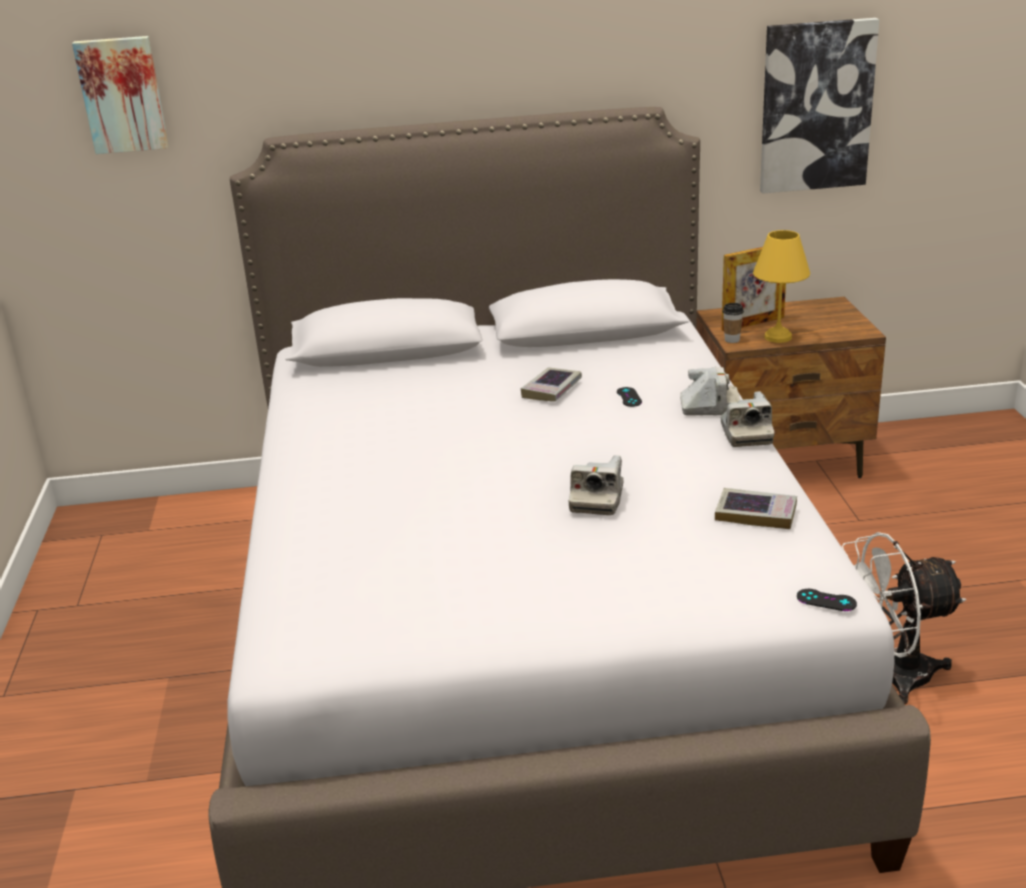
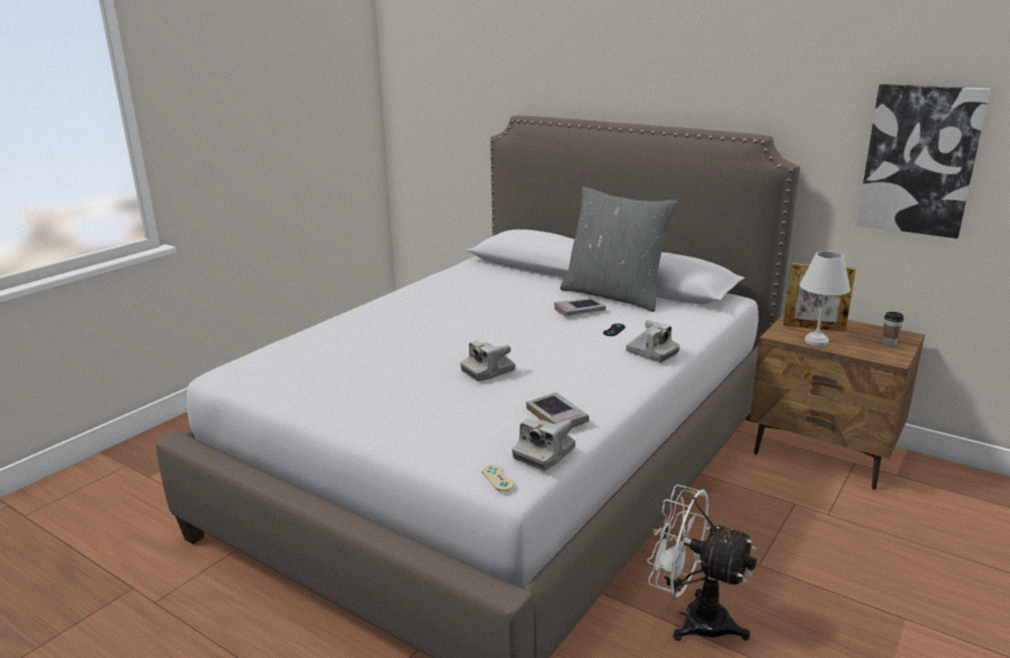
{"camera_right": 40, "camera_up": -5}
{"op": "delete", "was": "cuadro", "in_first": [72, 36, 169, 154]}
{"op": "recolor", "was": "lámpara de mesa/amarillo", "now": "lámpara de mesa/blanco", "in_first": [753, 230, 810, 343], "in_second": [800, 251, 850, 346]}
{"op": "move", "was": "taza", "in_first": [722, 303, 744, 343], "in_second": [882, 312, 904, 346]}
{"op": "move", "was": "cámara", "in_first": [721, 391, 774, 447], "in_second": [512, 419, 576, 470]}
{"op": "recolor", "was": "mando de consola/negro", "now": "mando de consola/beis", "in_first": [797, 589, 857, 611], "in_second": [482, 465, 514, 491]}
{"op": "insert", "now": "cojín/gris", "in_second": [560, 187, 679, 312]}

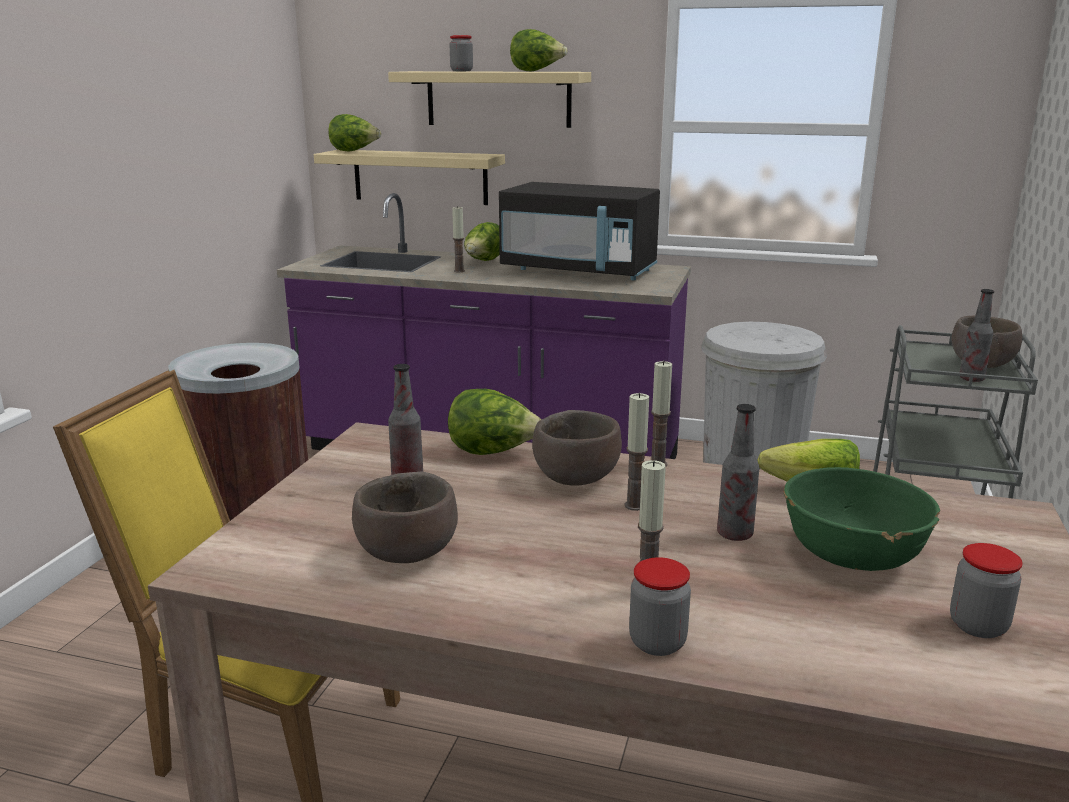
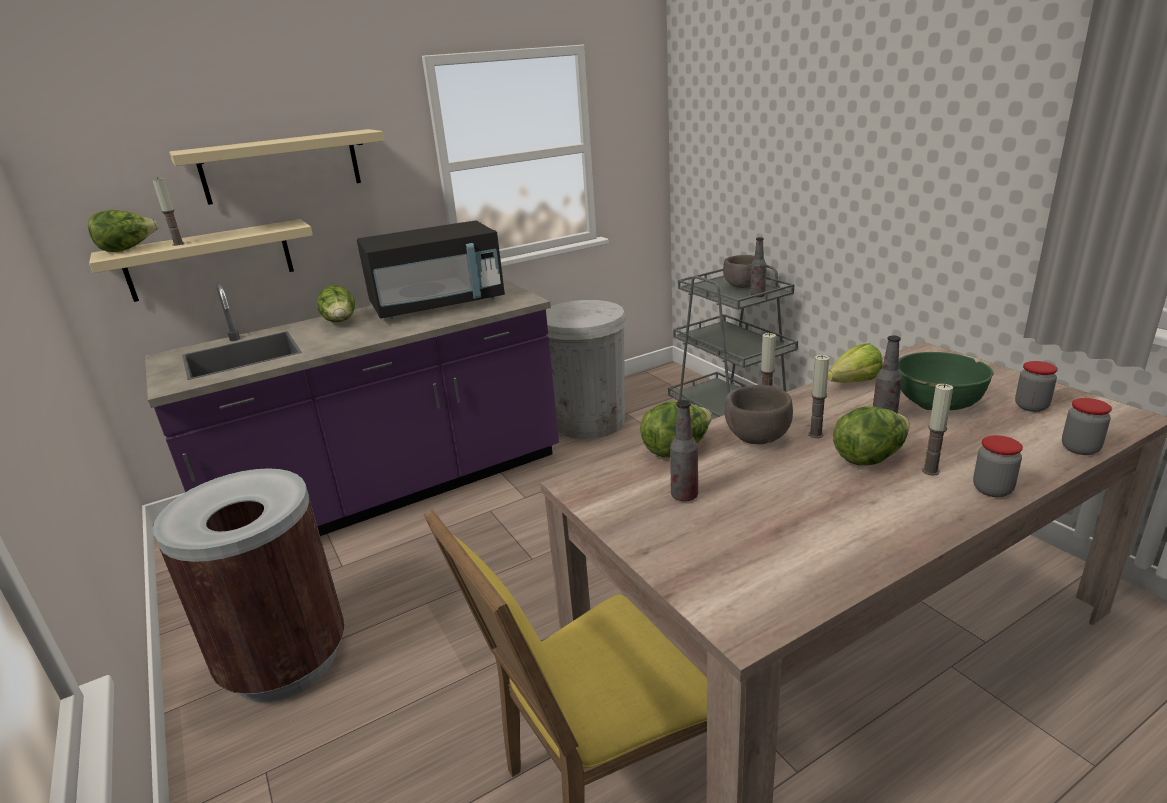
{"camera_right": -45, "camera_up": 5}
{"op": "move", "was": "lechuga", "in_first": [510, 29, 567, 71], "in_second": [833, 406, 910, 466]}
{"op": "move", "was": "tarro", "in_first": [450, 35, 473, 71], "in_second": [1062, 398, 1112, 455]}
{"op": "move", "was": "vela", "in_first": [452, 206, 465, 272], "in_second": [152, 177, 185, 246]}
{"op": "delete", "was": "cuenco/marrón", "in_first": [352, 471, 458, 563]}

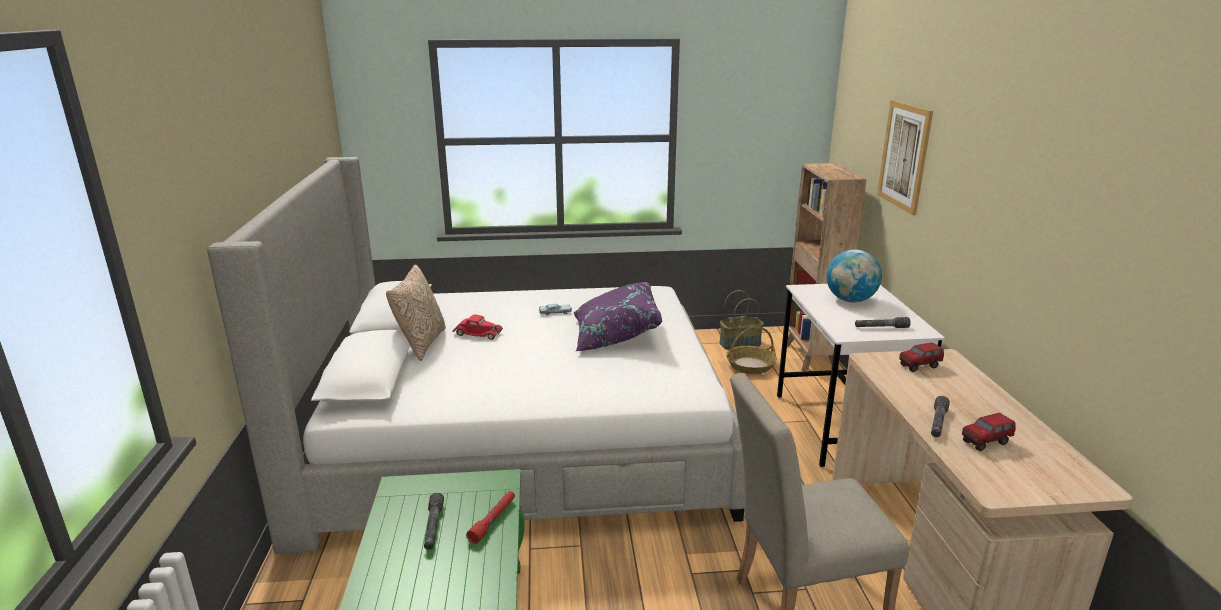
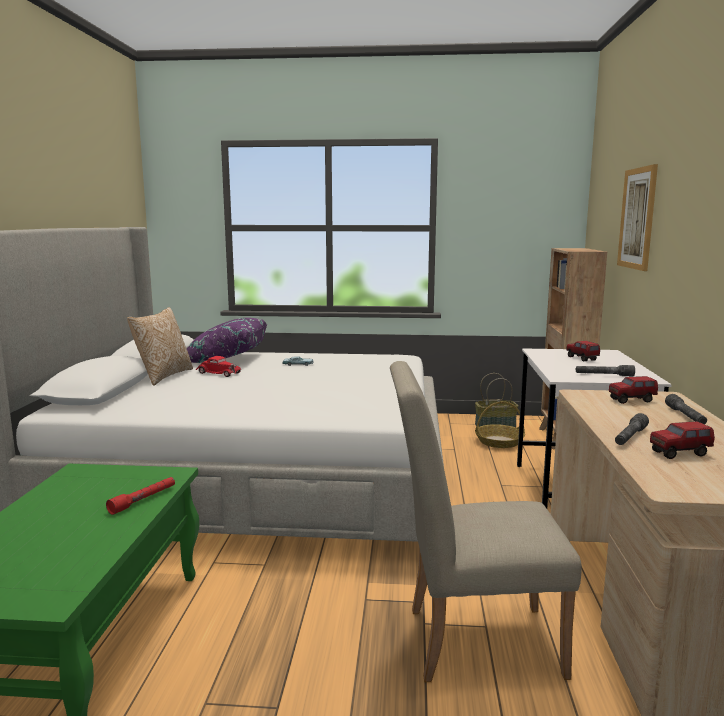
{"camera_right": 10, "camera_up": -10}
{"op": "replace", "was": "globo terráqueo", "now": "camión de juguete", "in_first": [826, 250, 882, 302], "in_second": [567, 341, 600, 361]}
{"op": "move", "was": "cojín/morado", "in_first": [574, 282, 662, 351], "in_second": [187, 318, 267, 363]}
{"op": "move", "was": "linterna/gris", "in_first": [424, 493, 444, 550], "in_second": [665, 394, 707, 424]}

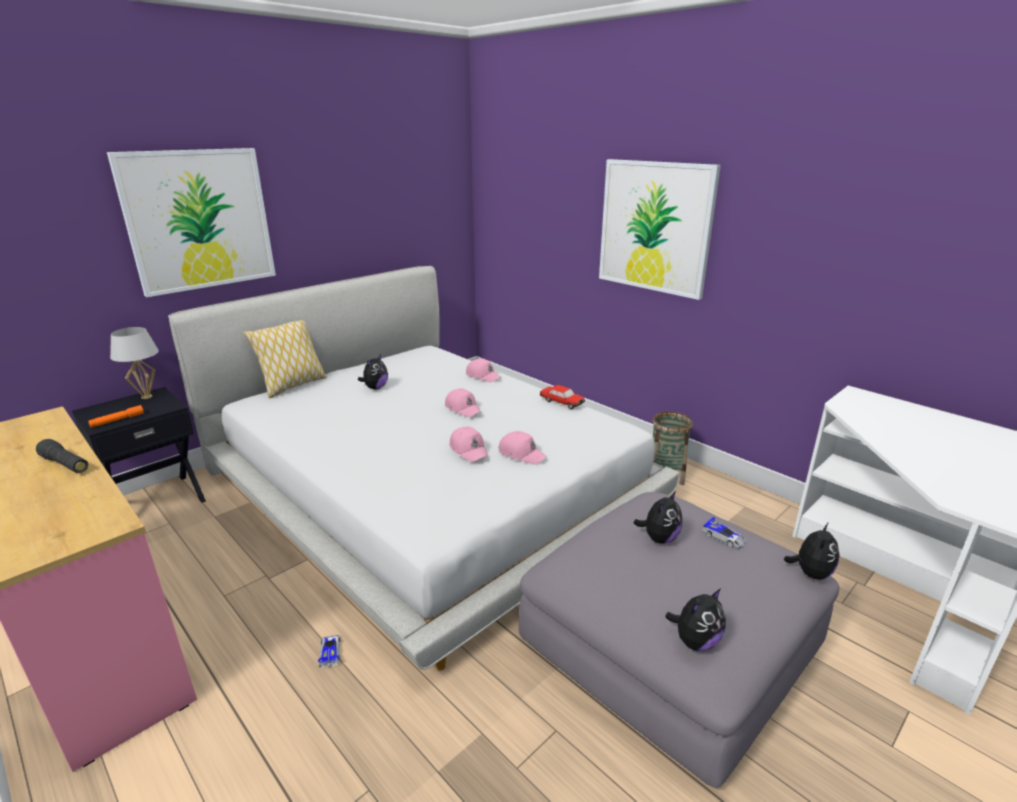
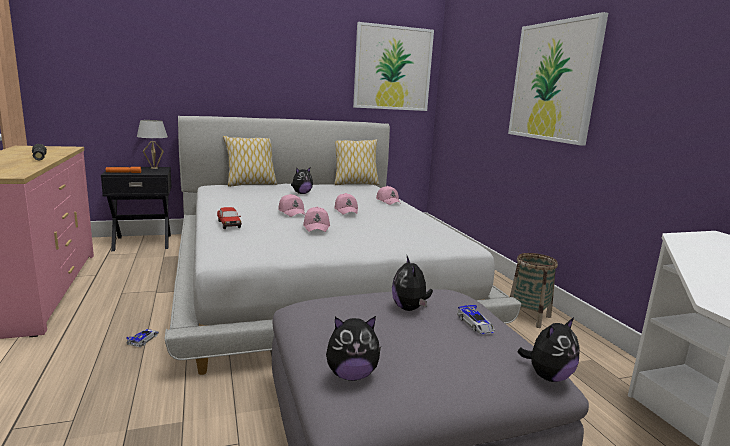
{"camera_right": 25, "camera_up": -10}
{"op": "move", "was": "cuadro", "in_first": [107, 148, 276, 297], "in_second": [353, 22, 434, 111]}
{"op": "move", "was": "coche de juguete", "in_first": [540, 385, 585, 410], "in_second": [217, 207, 242, 229]}
{"op": "move", "was": "gorra/rosa", "in_first": [498, 431, 547, 464], "in_second": [278, 194, 305, 217]}
{"op": "rotate", "was": "peluche", "in_first": [634, 491, 682, 544], "in_second": [392, 256, 433, 311], "clockwise": 105}
{"op": "insert", "now": "cojín", "in_second": [334, 139, 379, 185]}

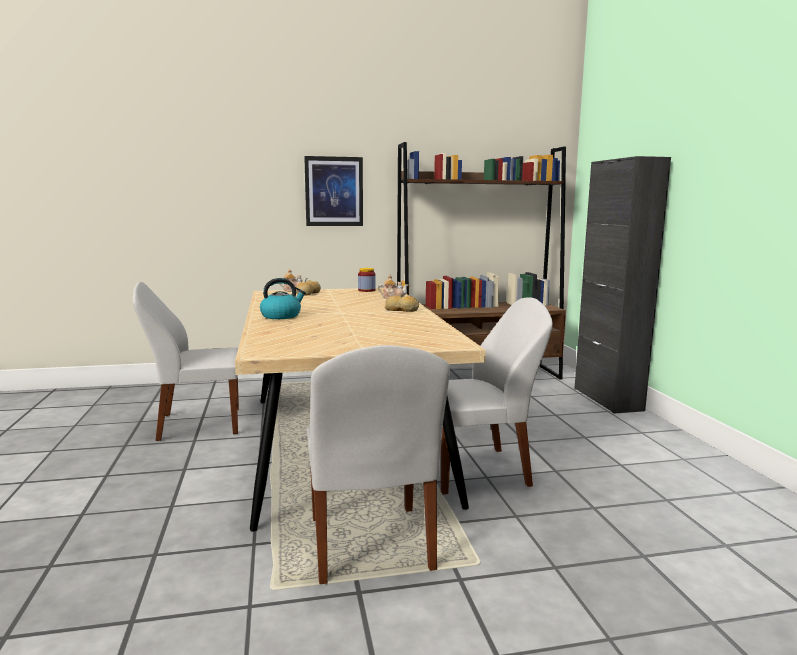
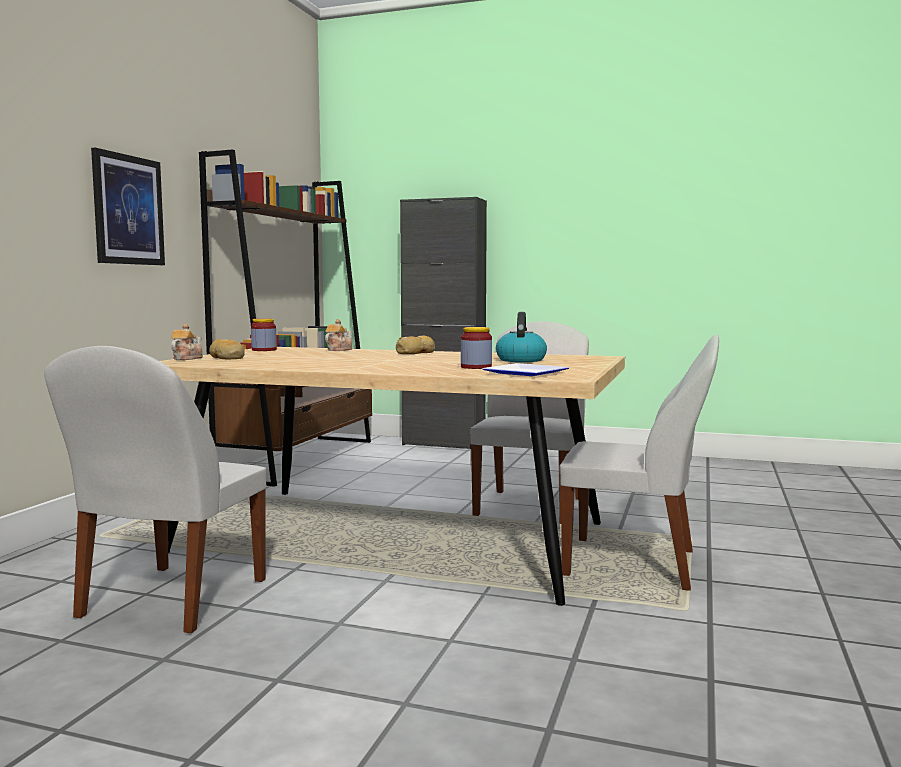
{"camera_right": -60, "camera_up": -5}
{"op": "move", "was": "hervidor", "in_first": [260, 278, 306, 319], "in_second": [496, 312, 547, 362]}
{"op": "insert", "now": "tarro", "in_second": [461, 327, 492, 369]}
{"op": "insert", "now": "plato", "in_second": [482, 363, 569, 376]}

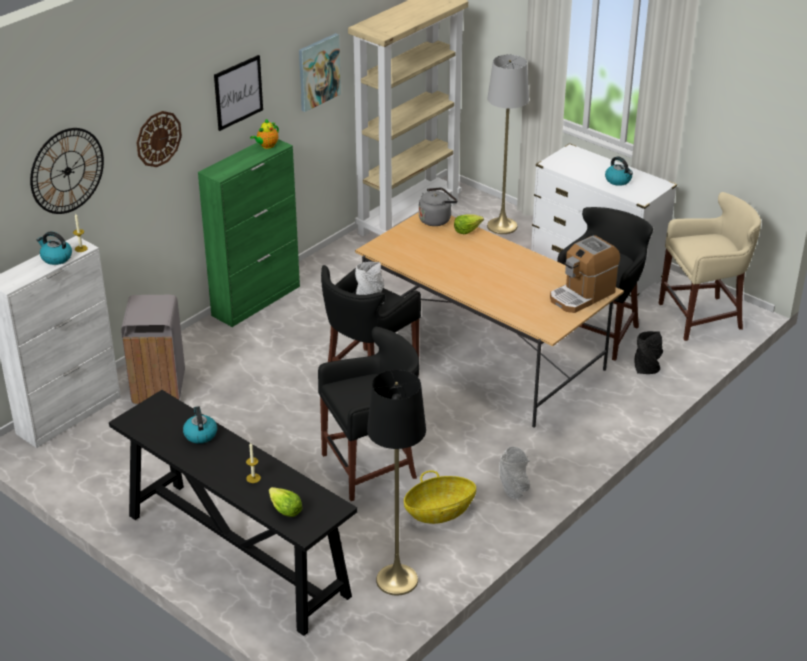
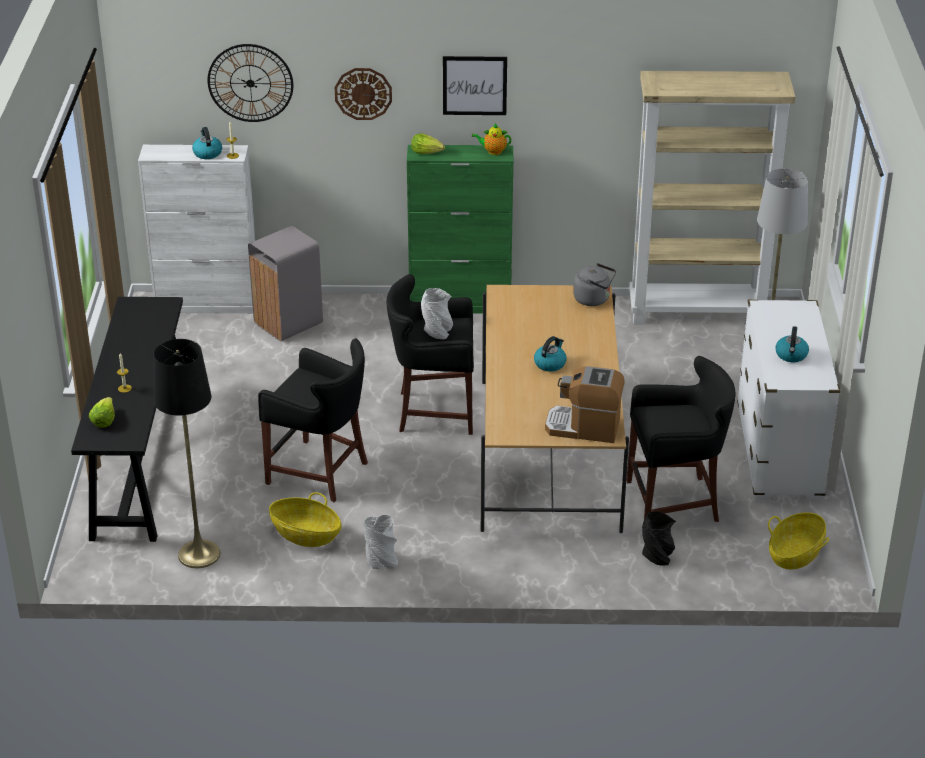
{"camera_right": 50, "camera_up": 0}
{"op": "delete", "was": "cuadro", "in_first": [299, 33, 341, 112]}
{"op": "replace", "was": "taburete/beis", "now": "cesta", "in_first": [659, 192, 761, 341], "in_second": [768, 512, 829, 569]}
{"op": "move", "was": "lechuga", "in_first": [454, 214, 484, 234], "in_second": [411, 133, 445, 154]}
{"op": "move", "was": "hervidor", "in_first": [183, 406, 217, 444], "in_second": [534, 336, 567, 372]}

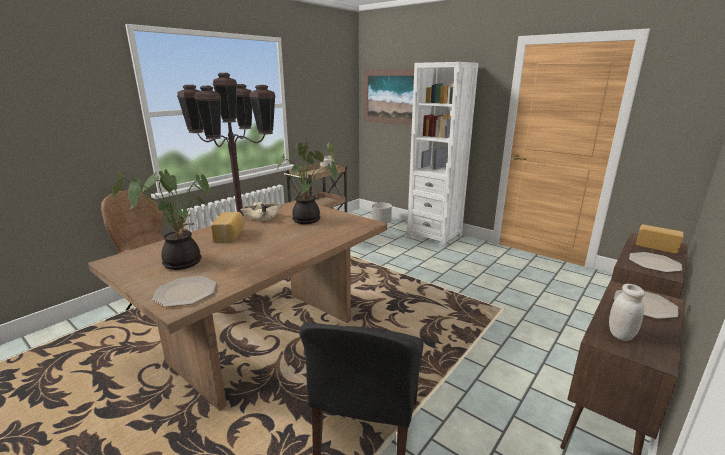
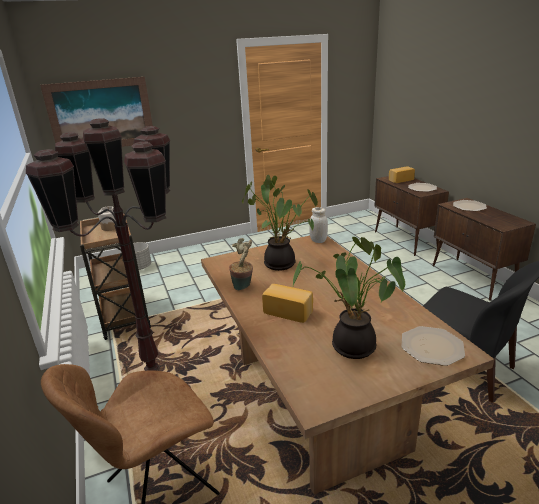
{"camera_right": -60, "camera_up": 5}
{"op": "delete", "was": "estantería/blanco", "in_first": [407, 62, 479, 247]}
{"op": "replace", "was": "cuenco/beis", "now": "planta en maceta", "in_first": [241, 201, 282, 221], "in_second": [229, 238, 253, 290]}
{"op": "move", "was": "tarro/blanco", "in_first": [609, 284, 645, 341], "in_second": [309, 207, 328, 243]}

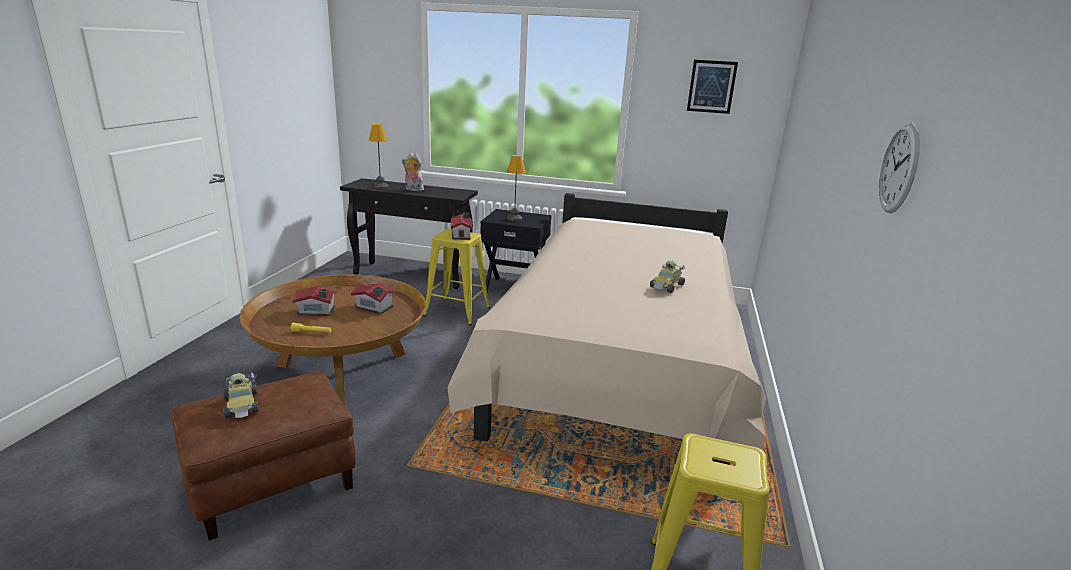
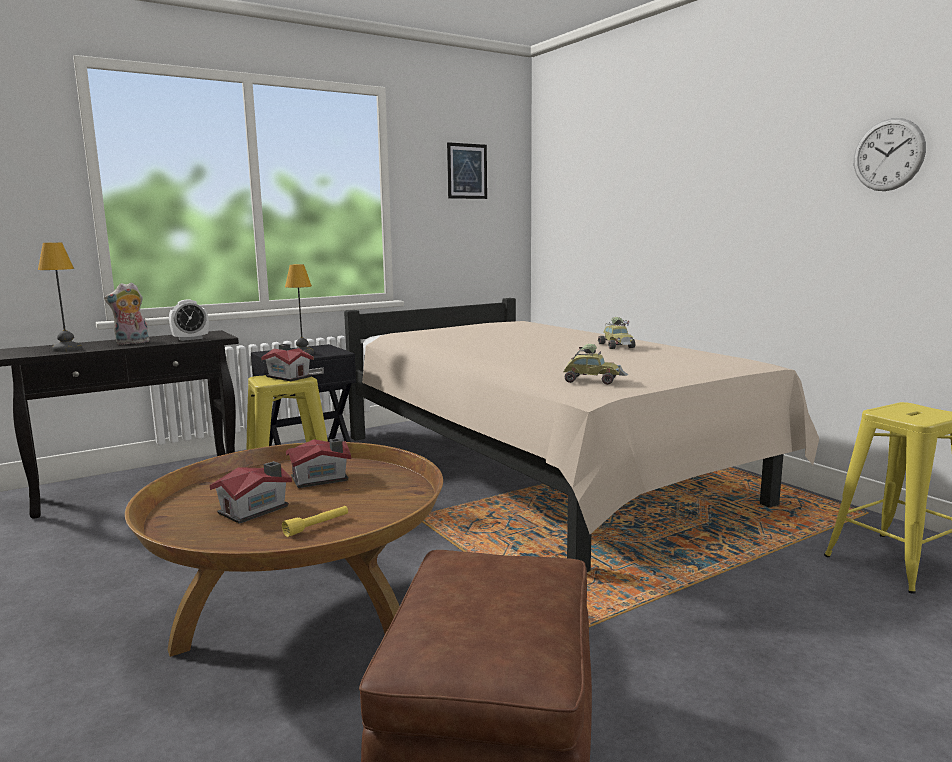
{"camera_right": -45, "camera_up": -10}
{"op": "move", "was": "coche de juguete", "in_first": [223, 371, 259, 418], "in_second": [563, 344, 628, 385]}
{"op": "insert", "now": "despertador", "in_second": [169, 300, 209, 341]}

